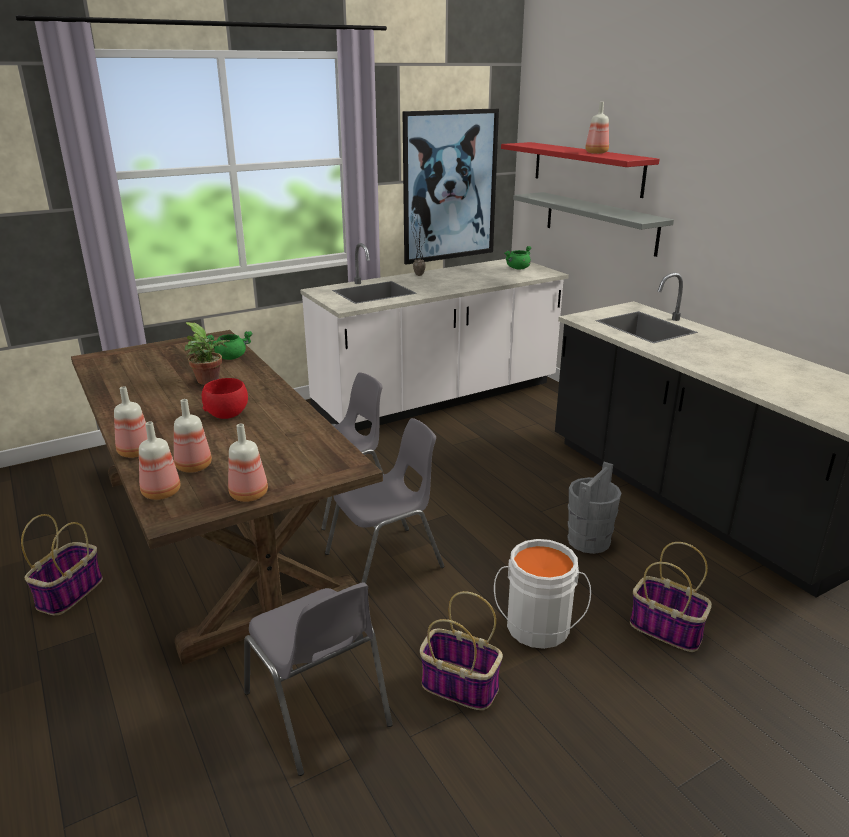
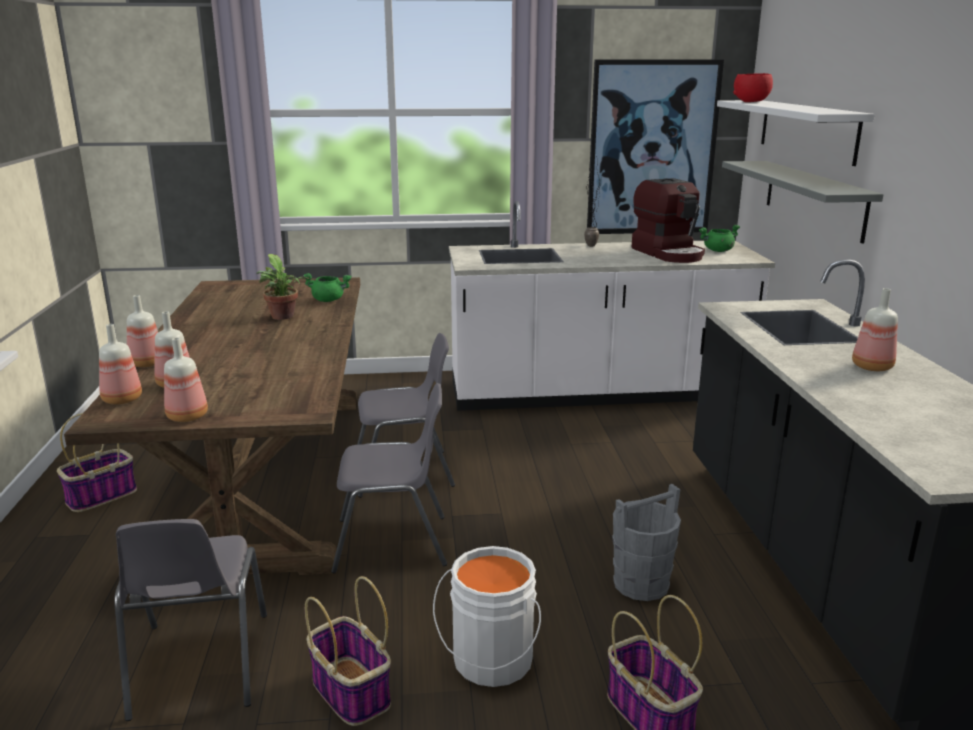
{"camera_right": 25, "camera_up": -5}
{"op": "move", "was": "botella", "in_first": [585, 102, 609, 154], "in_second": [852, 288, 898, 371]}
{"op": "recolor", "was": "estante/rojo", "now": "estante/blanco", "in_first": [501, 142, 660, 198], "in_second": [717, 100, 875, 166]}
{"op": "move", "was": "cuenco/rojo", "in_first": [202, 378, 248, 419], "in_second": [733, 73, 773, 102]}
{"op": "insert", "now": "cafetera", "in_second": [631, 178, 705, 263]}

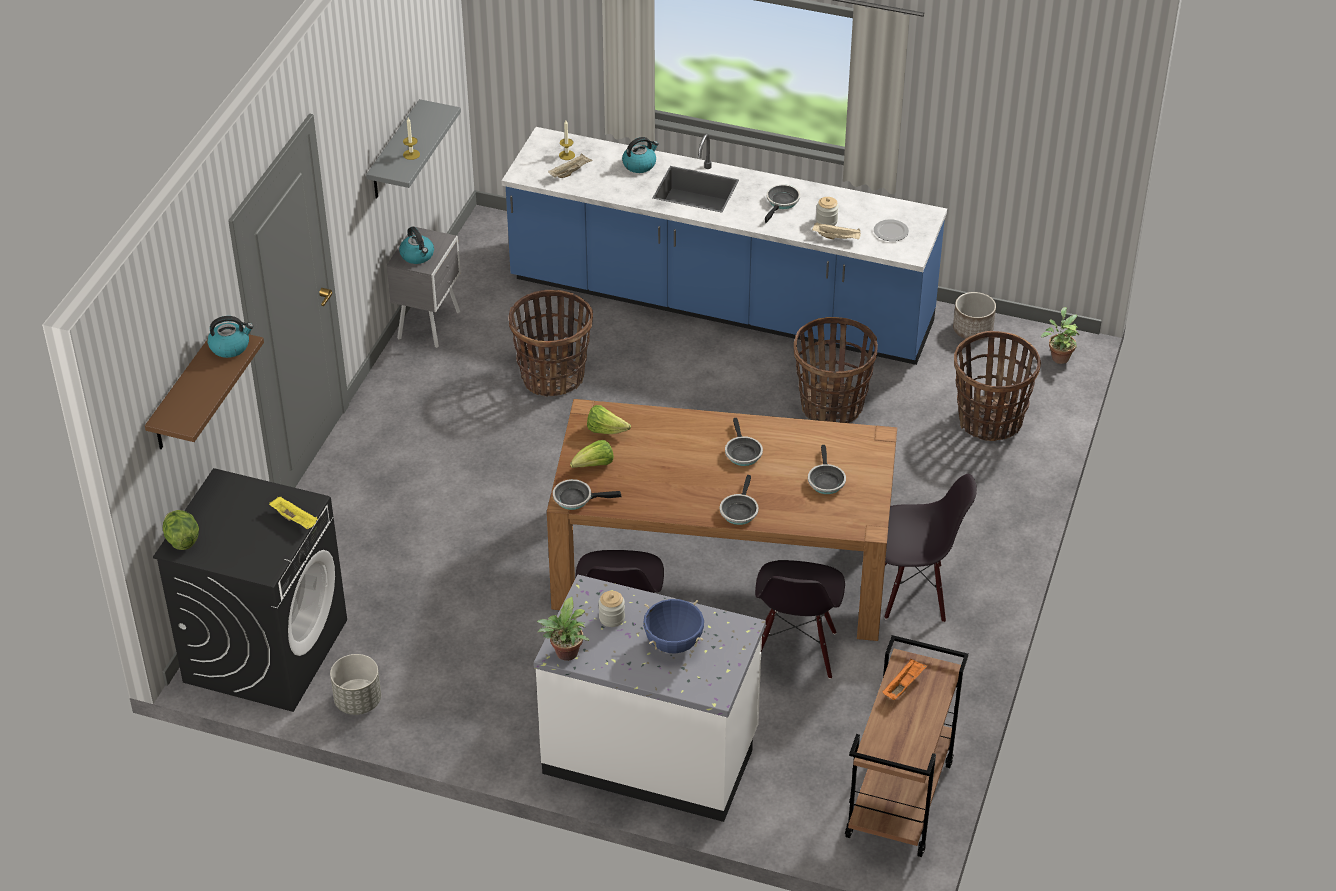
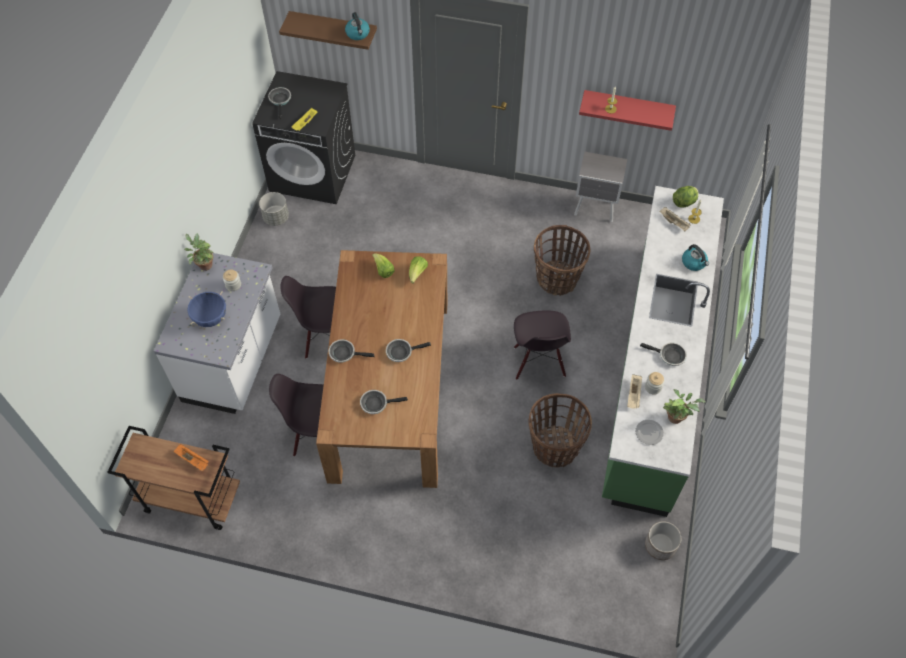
{"camera_right": 85, "camera_up": 15}
{"op": "recolor", "was": "estante/gris", "now": "estante/rojo", "in_first": [366, 99, 461, 199], "in_second": [579, 90, 676, 131]}
{"op": "recolor", "was": "mueble bajo de cocina/azul", "now": "mueble bajo de cocina/verde", "in_first": [502, 127, 947, 365], "in_second": [602, 186, 724, 517]}
{"op": "delete", "was": "hervidor", "in_first": [399, 227, 434, 264]}
{"op": "move", "was": "planta en maceta", "in_first": [1041, 307, 1079, 364], "in_second": [663, 389, 705, 424]}
{"op": "delete", "was": "cesta", "in_first": [954, 331, 1041, 441]}
{"op": "move", "was": "silla/negro", "in_first": [884, 474, 977, 622], "in_second": [514, 311, 571, 380]}
{"op": "move", "was": "sartén", "in_first": [553, 479, 622, 510], "in_second": [268, 87, 291, 119]}
{"op": "move", "was": "lechuga", "in_first": [163, 510, 199, 550], "in_second": [673, 186, 698, 208]}

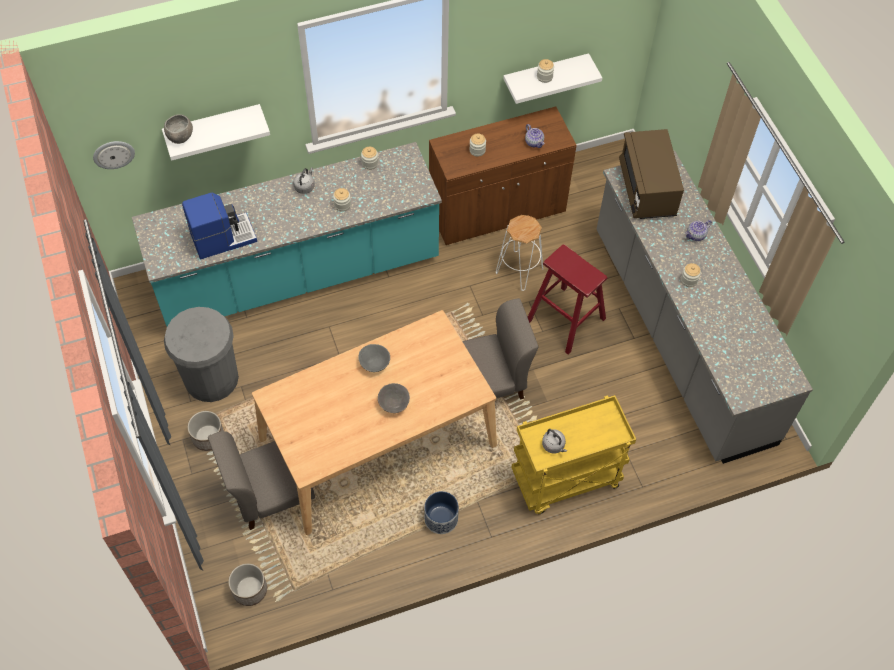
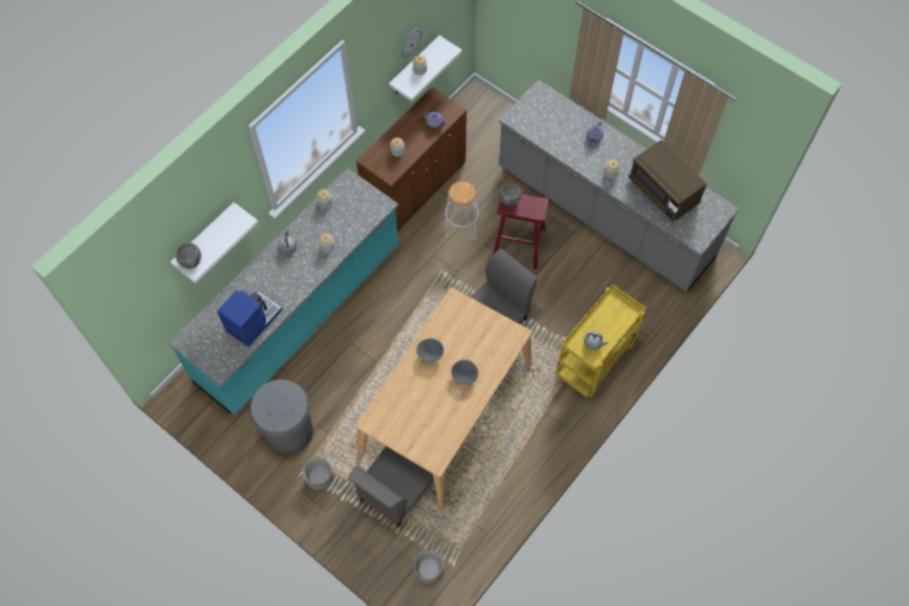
{"camera_right": -30, "camera_up": 5}
{"op": "move", "was": "microondas/marrón", "in_first": [619, 129, 684, 219], "in_second": [628, 140, 707, 222]}
{"op": "move", "was": "reloj de pared", "in_first": [93, 141, 135, 169], "in_second": [400, 29, 422, 58]}
{"op": "delete", "was": "maceta", "in_first": [424, 491, 459, 534]}
{"op": "insert", "now": "cuenco/gris", "in_second": [500, 184, 522, 206]}

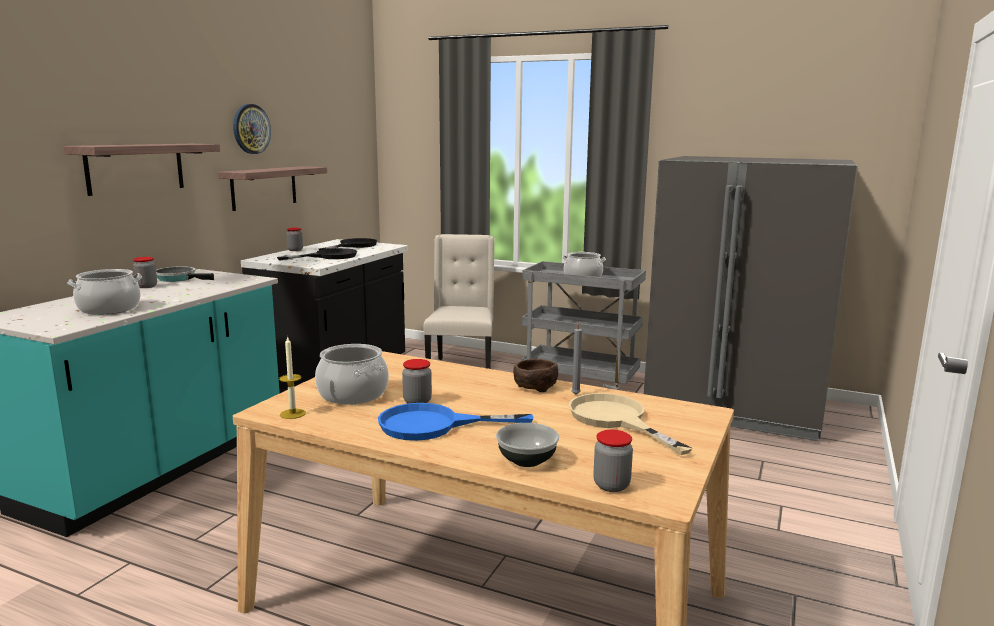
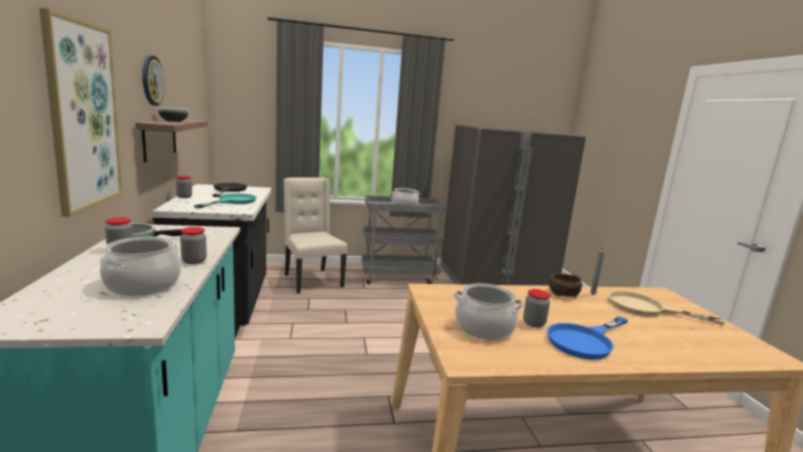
{"camera_right": -35, "camera_up": 0}
{"op": "replace", "was": "estante", "now": "cuadro", "in_first": [64, 144, 220, 196], "in_second": [39, 8, 123, 217]}
{"op": "recolor", "was": "sartén/negro", "now": "sartén/turquesa", "in_first": [277, 248, 357, 260], "in_second": [194, 193, 257, 209]}
{"op": "delete", "was": "vela", "in_first": [279, 336, 306, 419]}
{"op": "move", "was": "cuenco", "in_first": [496, 423, 559, 467], "in_second": [157, 107, 189, 122]}
{"op": "move", "was": "tarro", "in_first": [593, 430, 633, 492], "in_second": [180, 227, 207, 264]}

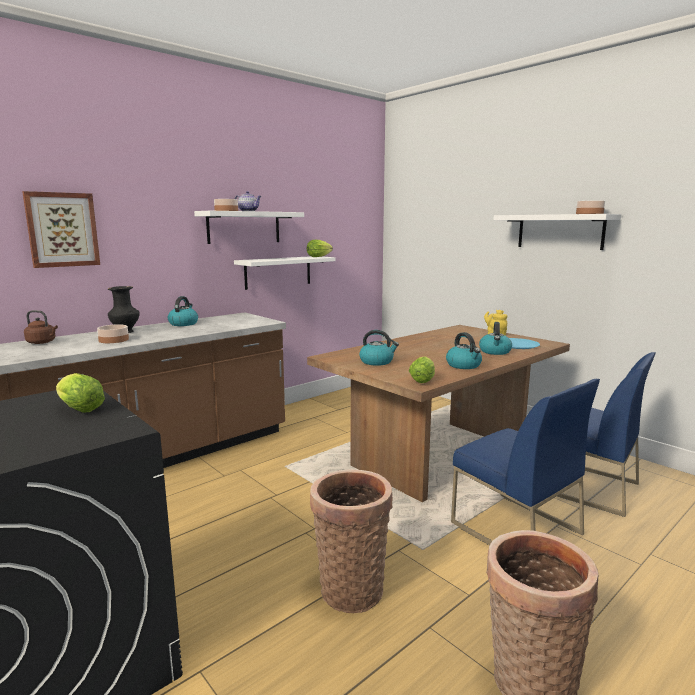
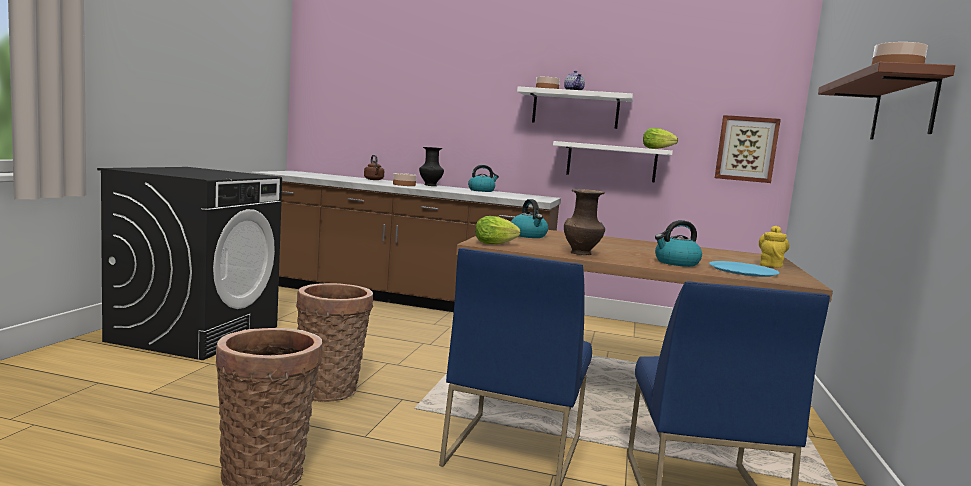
{"camera_right": 55, "camera_up": -5}
{"op": "move", "was": "cuadro", "in_first": [22, 191, 100, 268], "in_second": [715, 115, 781, 183]}
{"op": "recolor", "was": "estante/blanco", "now": "estante/marrón", "in_first": [493, 214, 621, 250], "in_second": [818, 62, 955, 139]}
{"op": "replace", "was": "hervidor", "now": "florero/marrón", "in_first": [446, 332, 482, 369], "in_second": [564, 189, 605, 255]}
{"op": "delete", "was": "lechuga", "in_first": [56, 373, 105, 413]}

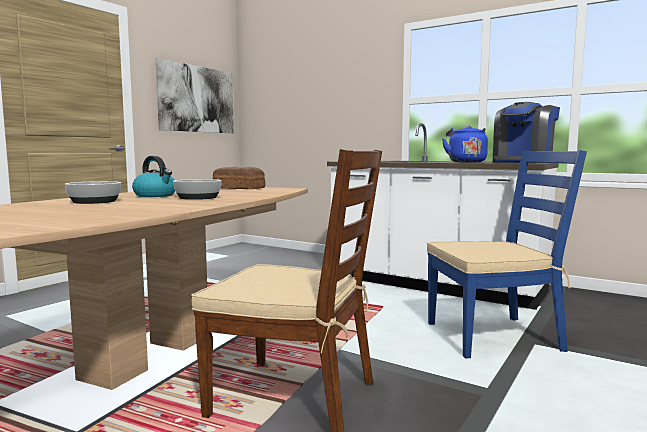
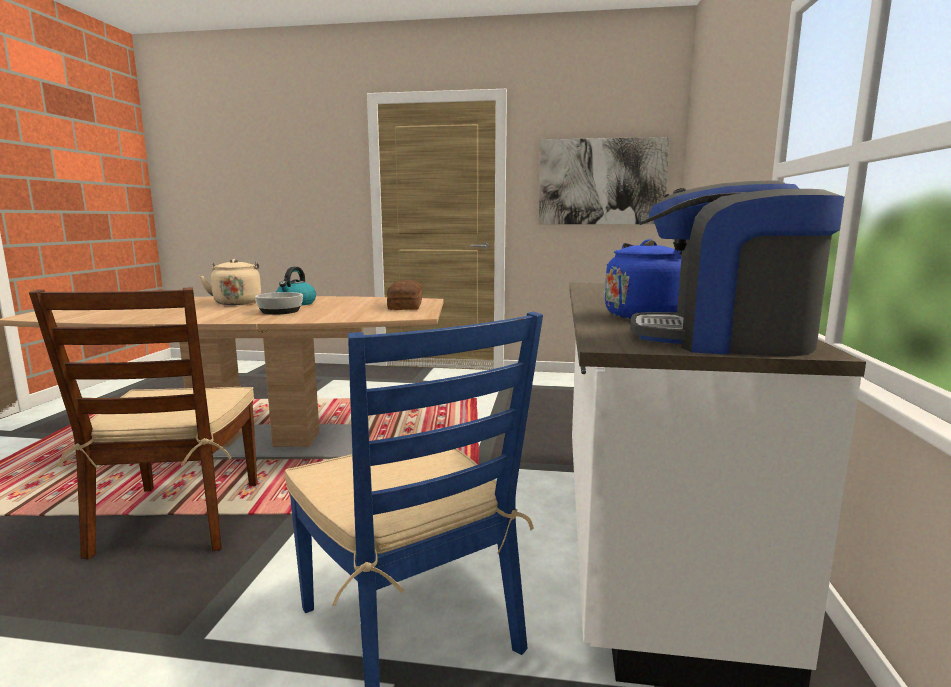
{"camera_right": 65, "camera_up": 5}
{"op": "replace", "was": "cuenco", "now": "hervidor/beis", "in_first": [65, 181, 121, 204], "in_second": [199, 259, 261, 305]}

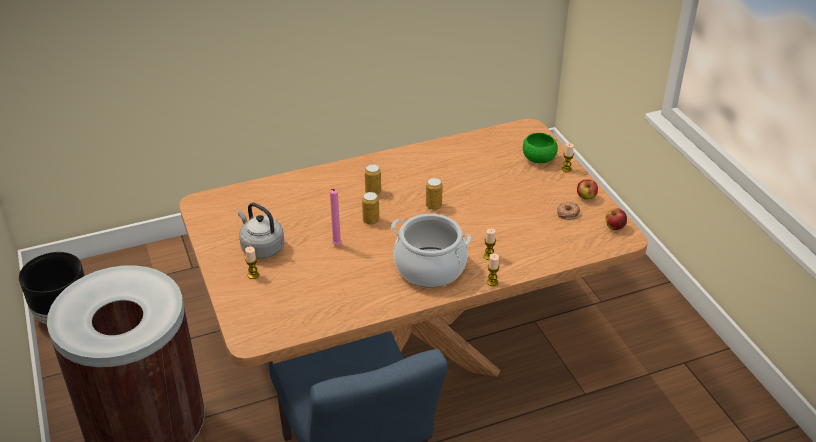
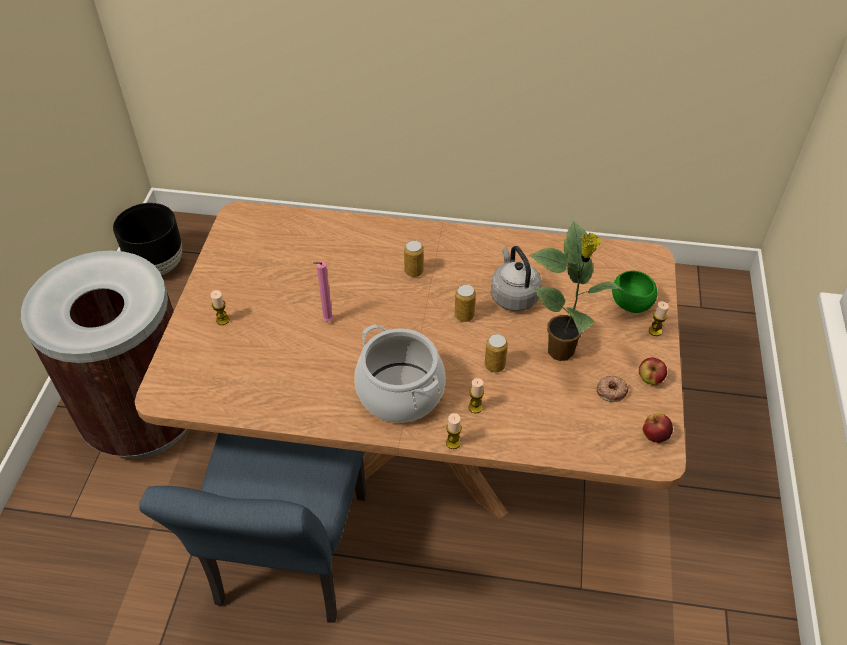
{"camera_right": 30, "camera_up": 10}
{"op": "move", "was": "lata", "in_first": [362, 192, 379, 225], "in_second": [485, 334, 508, 372]}
{"op": "move", "was": "hervidor/gris", "in_first": [238, 203, 284, 259], "in_second": [491, 246, 542, 311]}
{"op": "insert", "now": "planta en maceta", "in_second": [529, 220, 624, 361]}

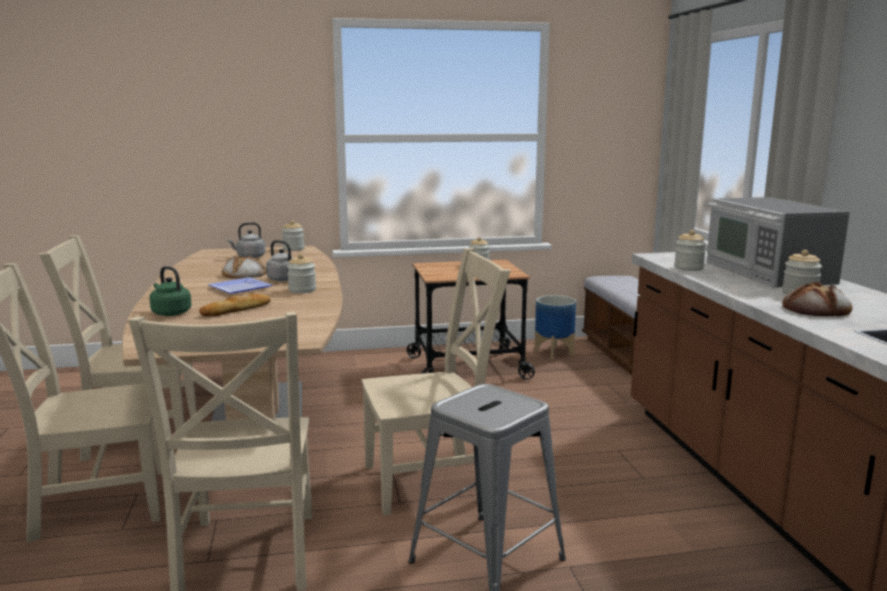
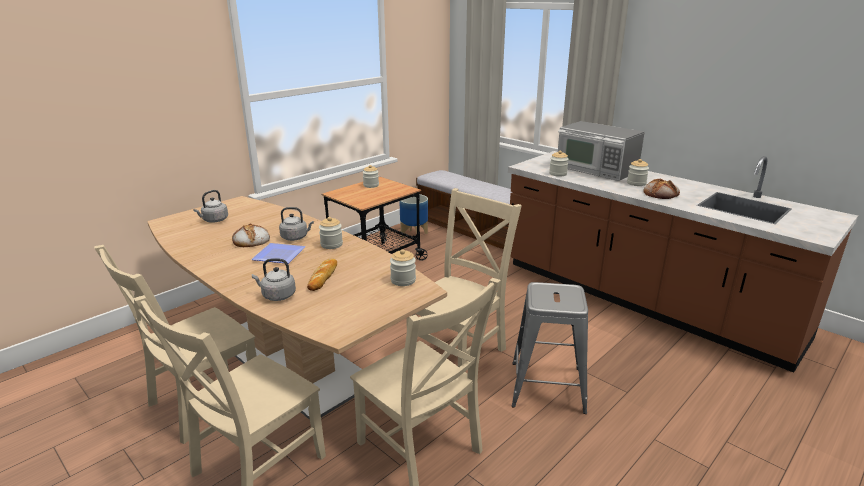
{"camera_right": -35, "camera_up": 10}
{"op": "move", "was": "tarro", "in_first": [282, 220, 304, 251], "in_second": [390, 249, 416, 286]}
{"op": "recolor", "was": "hervidor/verde", "now": "hervidor/gris", "in_first": [149, 266, 191, 316], "in_second": [252, 258, 296, 301]}

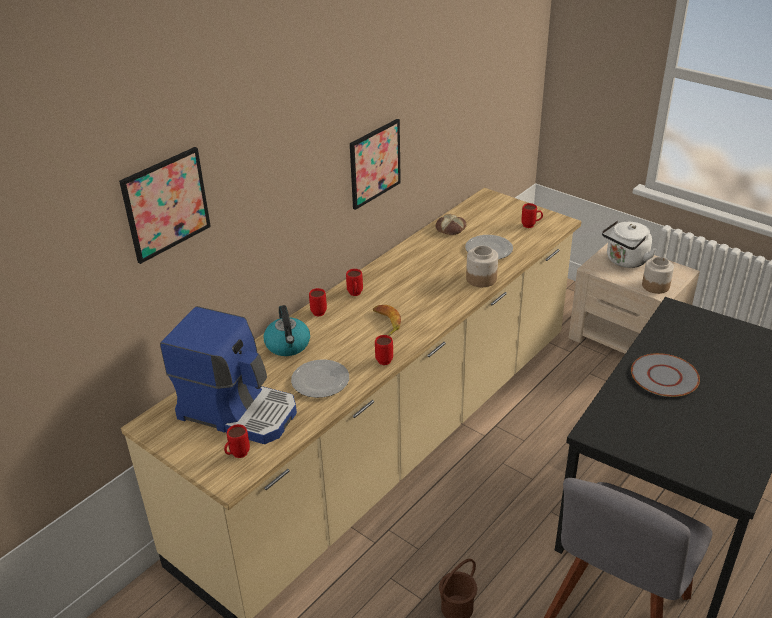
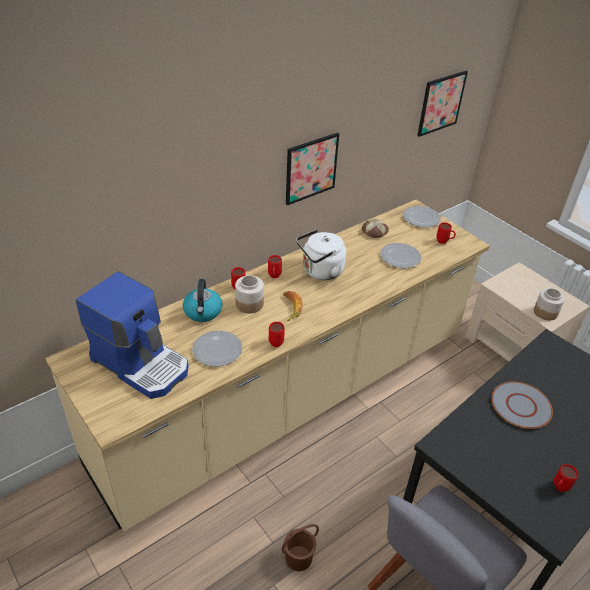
{"camera_right": 10, "camera_up": 5}
{"op": "move", "was": "cuadro", "in_first": [119, 147, 211, 264], "in_second": [417, 71, 468, 137]}
{"op": "move", "was": "hervidor/blanco", "in_first": [602, 220, 657, 268], "in_second": [296, 229, 346, 280]}
{"op": "move", "was": "tarro", "in_first": [466, 246, 498, 287], "in_second": [235, 275, 264, 314]}
{"op": "move", "was": "taza grande/rojo", "in_first": [224, 424, 250, 458], "in_second": [554, 464, 578, 492]}
{"op": "insert", "now": "plato", "in_second": [403, 206, 441, 228]}

